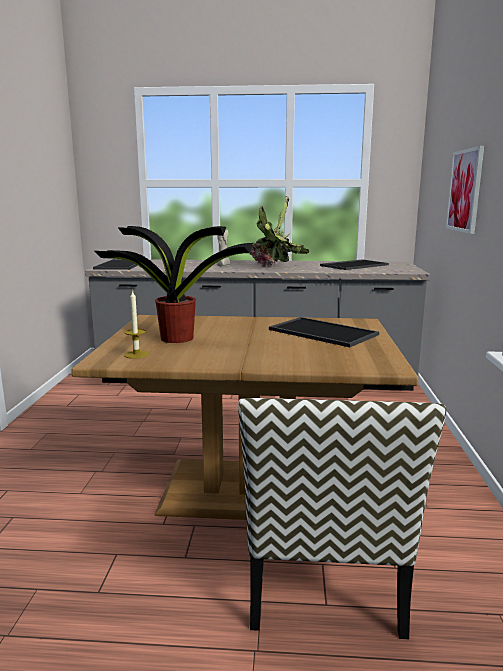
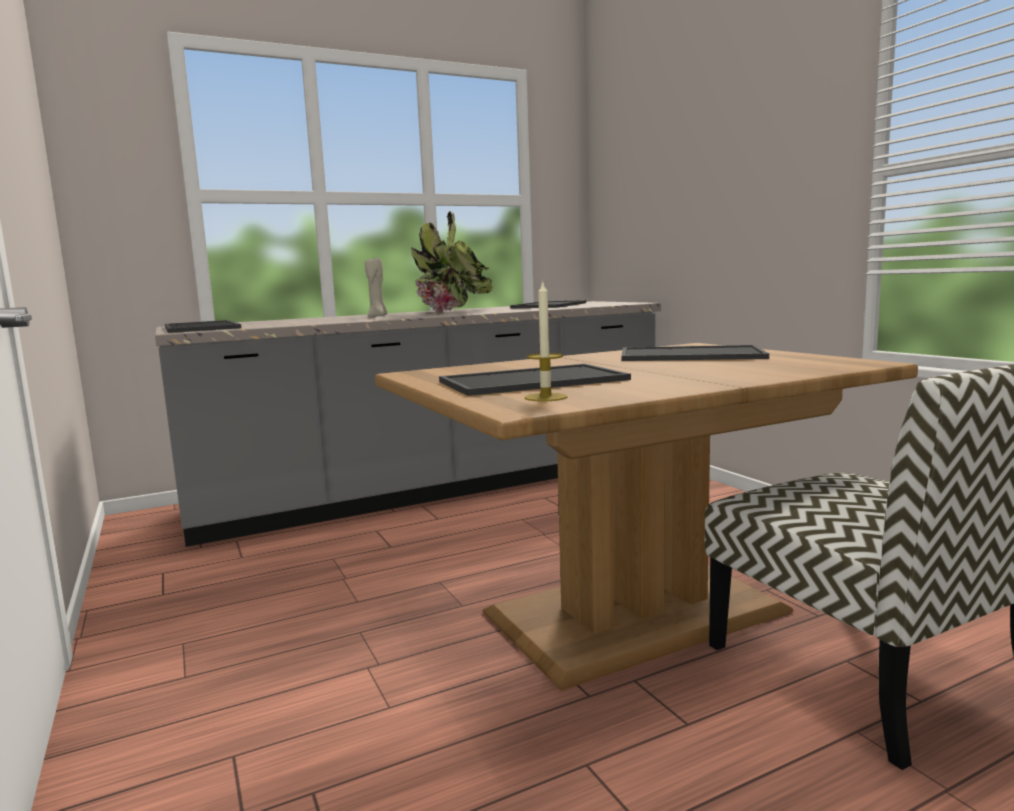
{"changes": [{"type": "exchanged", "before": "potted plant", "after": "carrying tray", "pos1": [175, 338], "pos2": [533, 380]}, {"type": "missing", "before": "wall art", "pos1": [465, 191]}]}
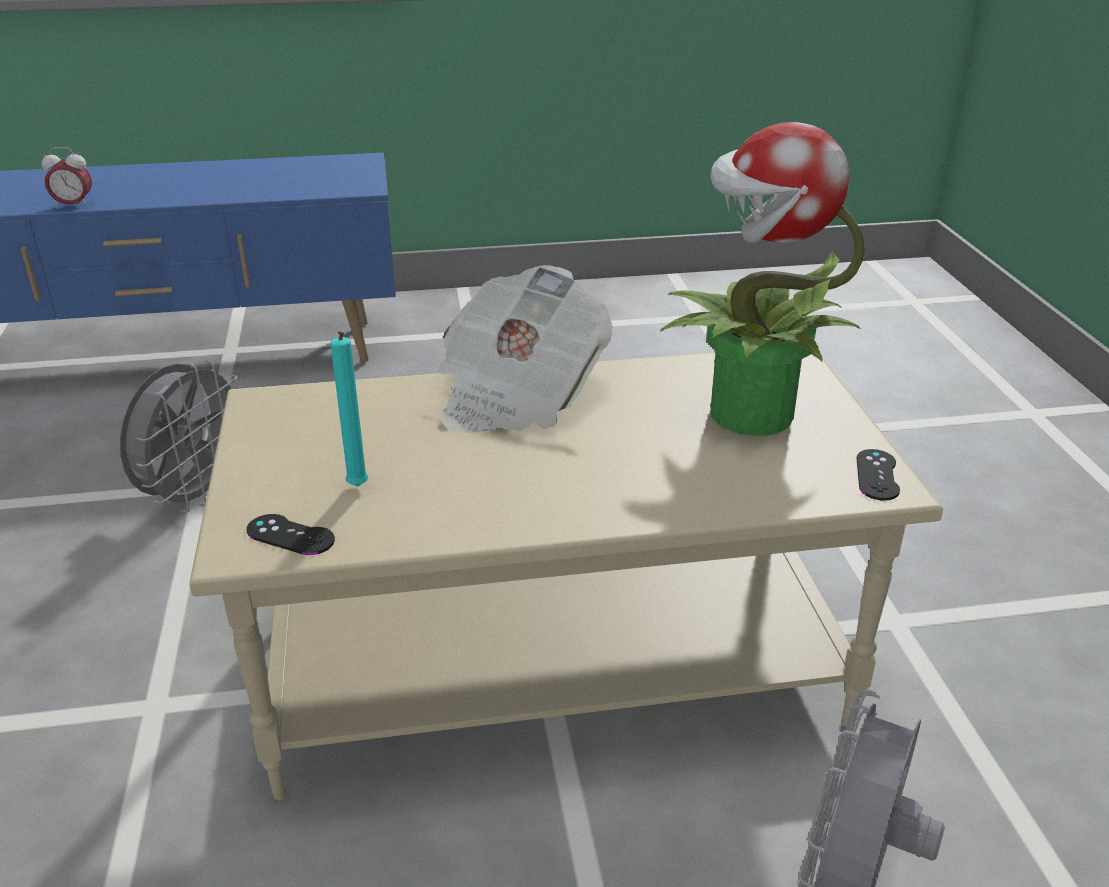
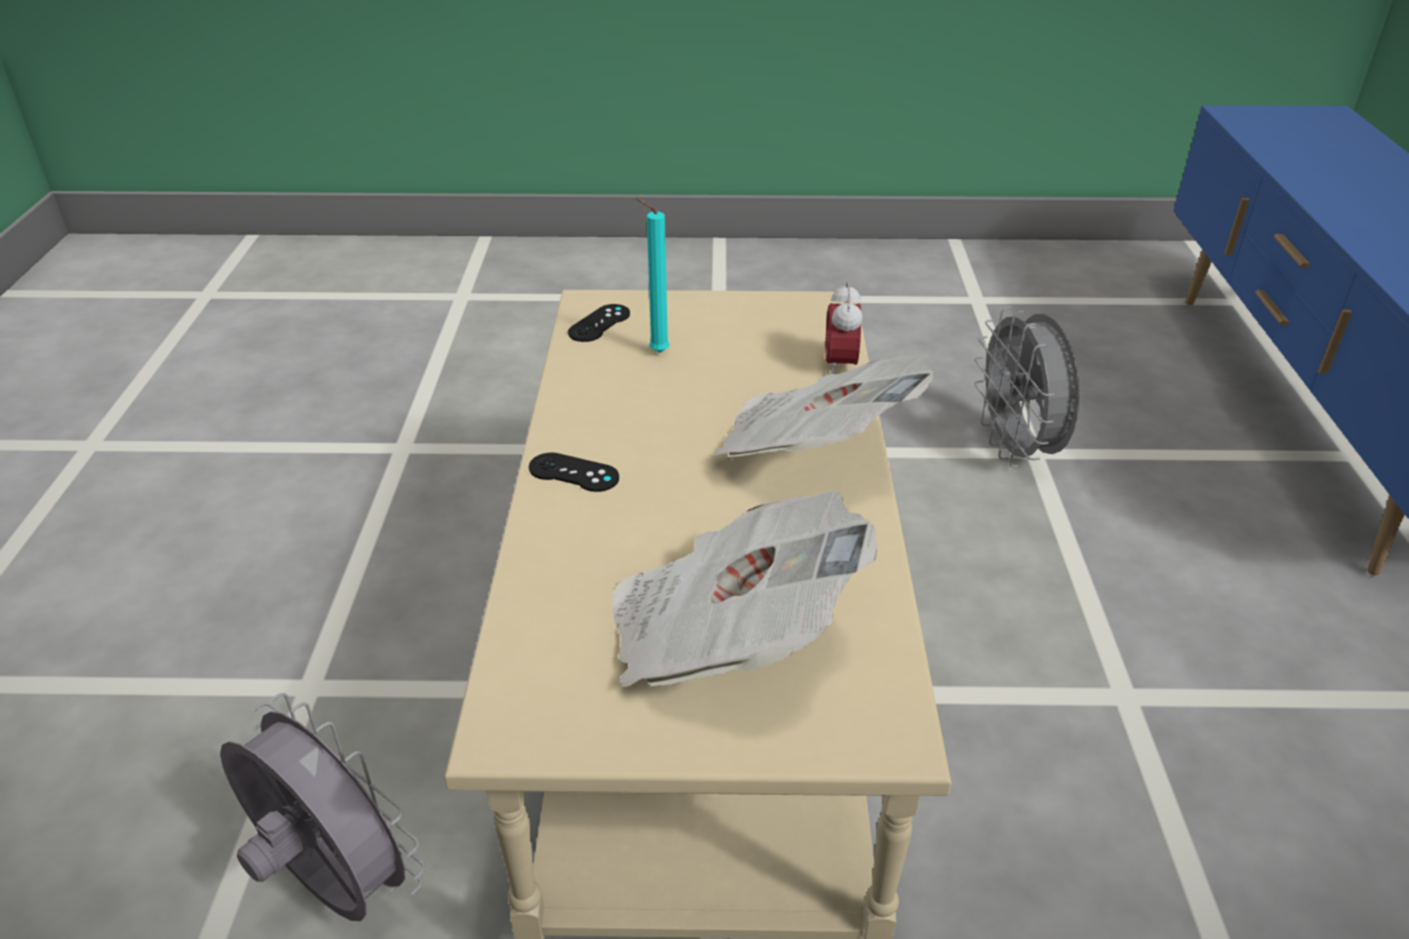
{"changes": [{"type": "relocated", "before": "alarm clock", "pos1": [74, 206], "pos2": [840, 366]}, {"type": "spun", "before": "electric fan in grey", "pos1": [195, 495], "pos2": [1017, 450], "turn": 45}, {"type": "exchanged", "before": "potted plant", "after": "printed paper", "pos1": [747, 414], "pos2": [727, 636]}, {"type": "relocated", "before": "joypad in black-coloured", "pos1": [877, 475], "pos2": [573, 473]}]}
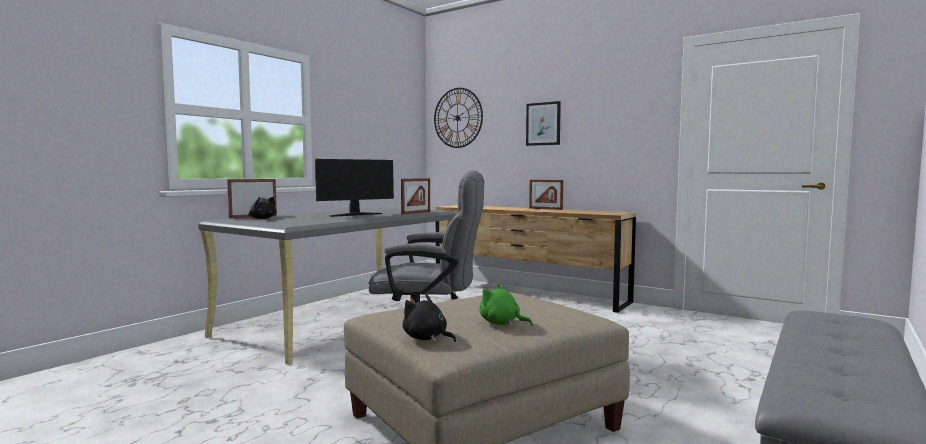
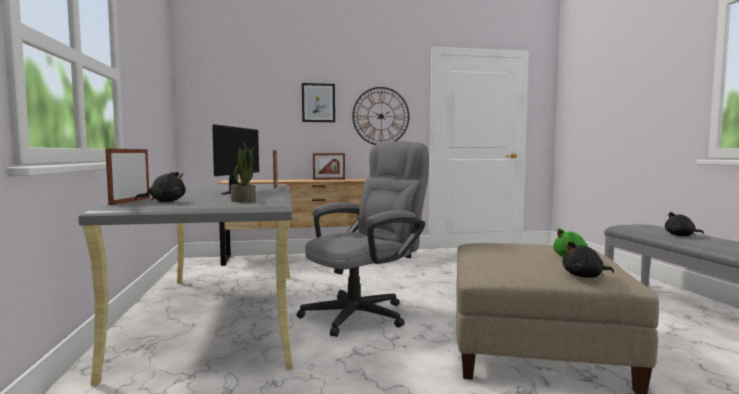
{"changes": [{"type": "relocated", "before": "hanging clock", "pos1": [457, 118], "pos2": [381, 116]}, {"type": "appeared", "after": "potted plant", "pos2": [244, 201]}, {"type": "appeared", "after": "cuddly toy in black-coloured", "pos2": [681, 236]}]}
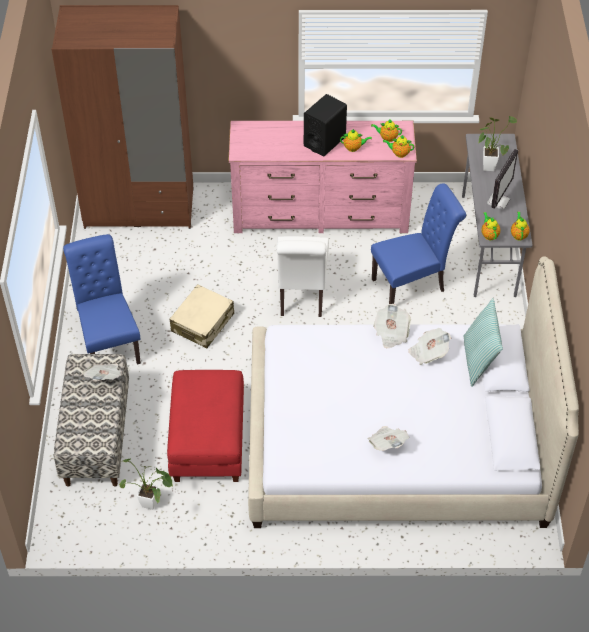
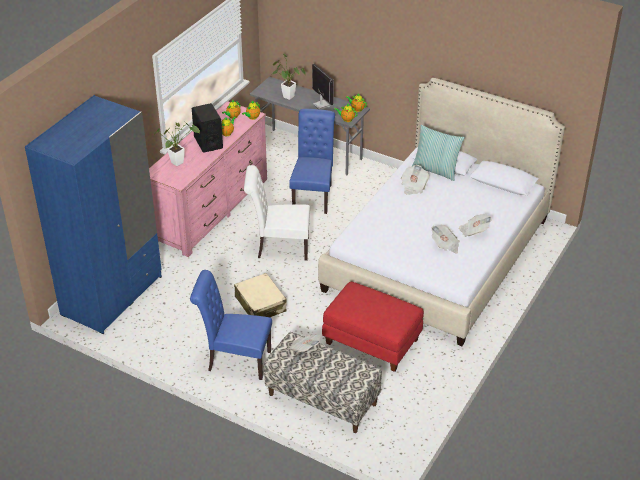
{"changes": [{"type": "colour", "before": "armoire in brown-coloured", "after": "armoire in blue", "pos1": [139, 207], "pos2": [112, 295]}, {"type": "relocated", "before": "potted plant", "pos1": [153, 505], "pos2": [179, 161]}, {"type": "spun", "before": "plain chair in whitish", "pos1": [301, 296], "pos2": [279, 248], "turn": 150}, {"type": "relocated", "before": "printed paper", "pos1": [391, 333], "pos2": [445, 245]}]}
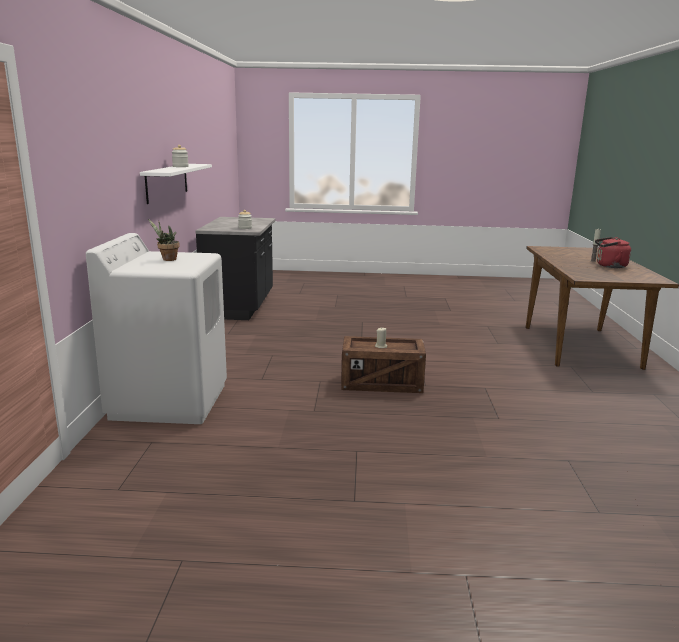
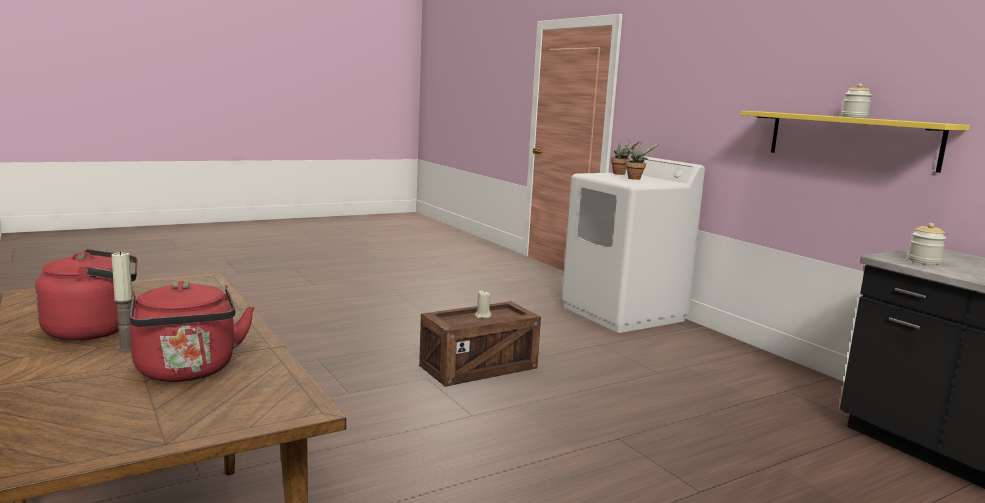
{"changes": [{"type": "colour", "before": "shelf in whitish", "after": "shelf in yellowish", "pos1": [167, 182], "pos2": [850, 139]}, {"type": "appeared", "after": "kettle in red", "pos2": [187, 372]}, {"type": "appeared", "after": "potted plant", "pos2": [621, 174]}]}
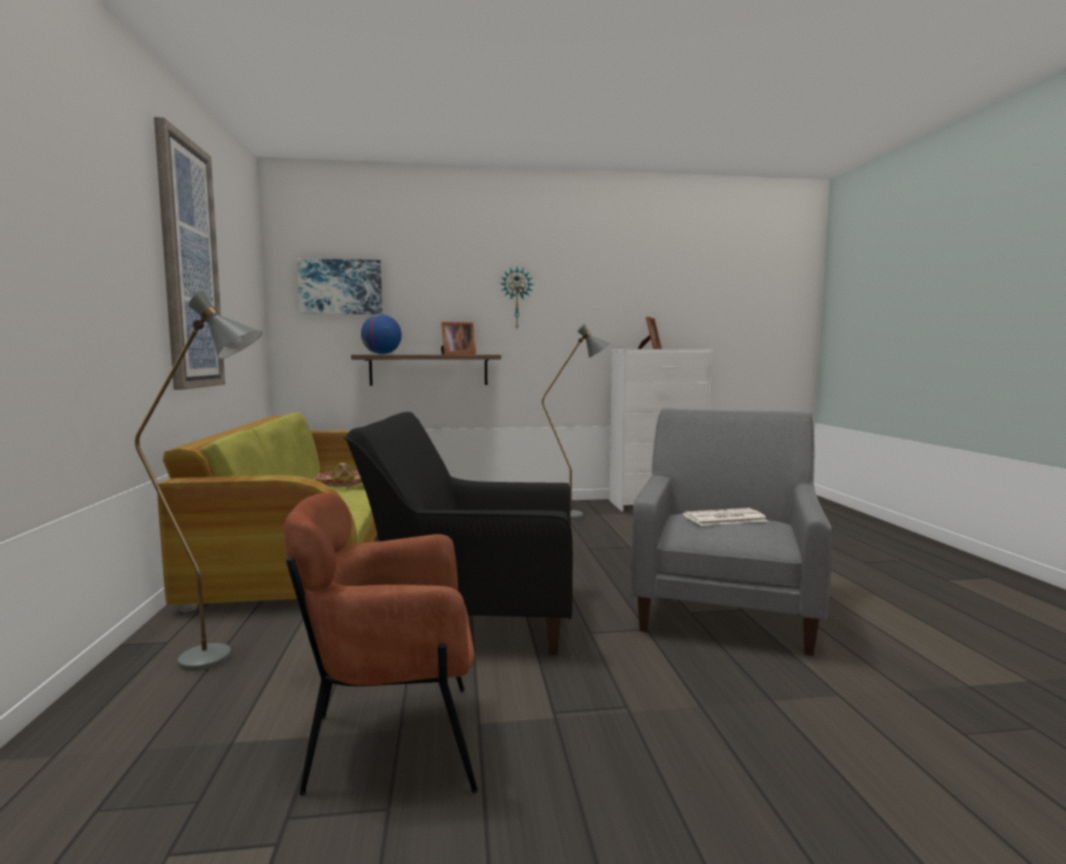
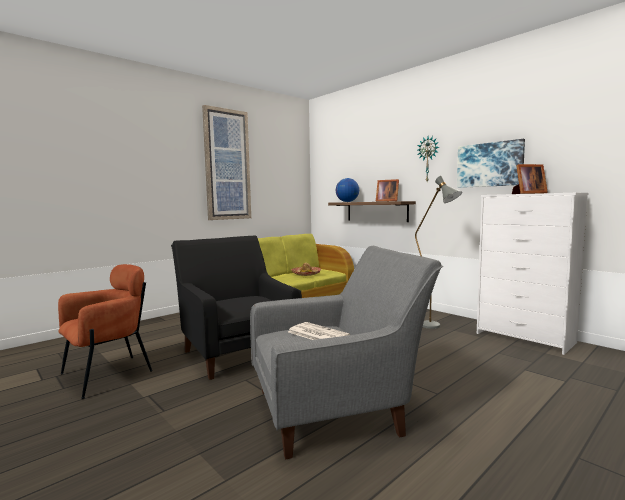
{"changes": [{"type": "missing", "before": "standing lamp in grey", "pos1": [223, 658]}, {"type": "spun", "before": "armchair in brown-coloured", "pos1": [392, 743], "pos2": [108, 374], "turn": 90}, {"type": "relocated", "before": "wall art", "pos1": [341, 287], "pos2": [489, 165]}]}
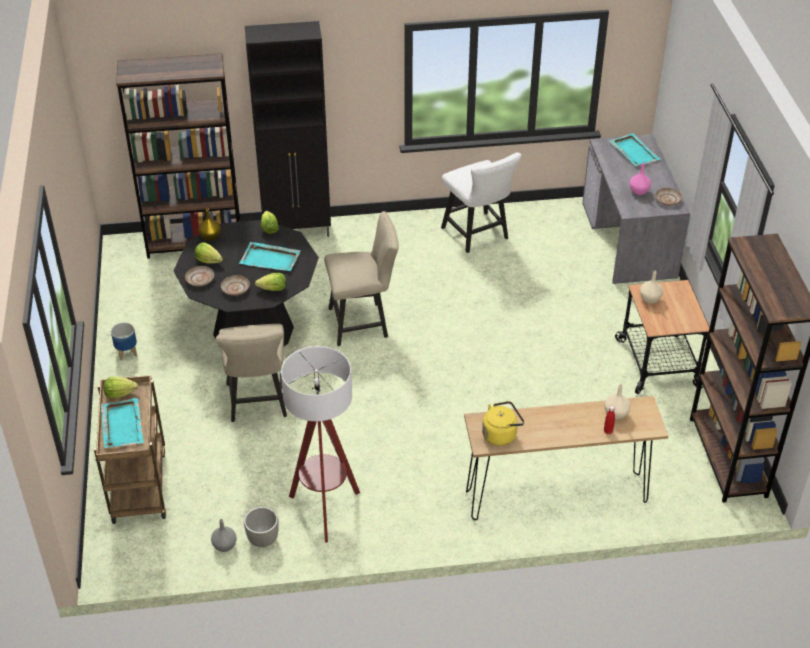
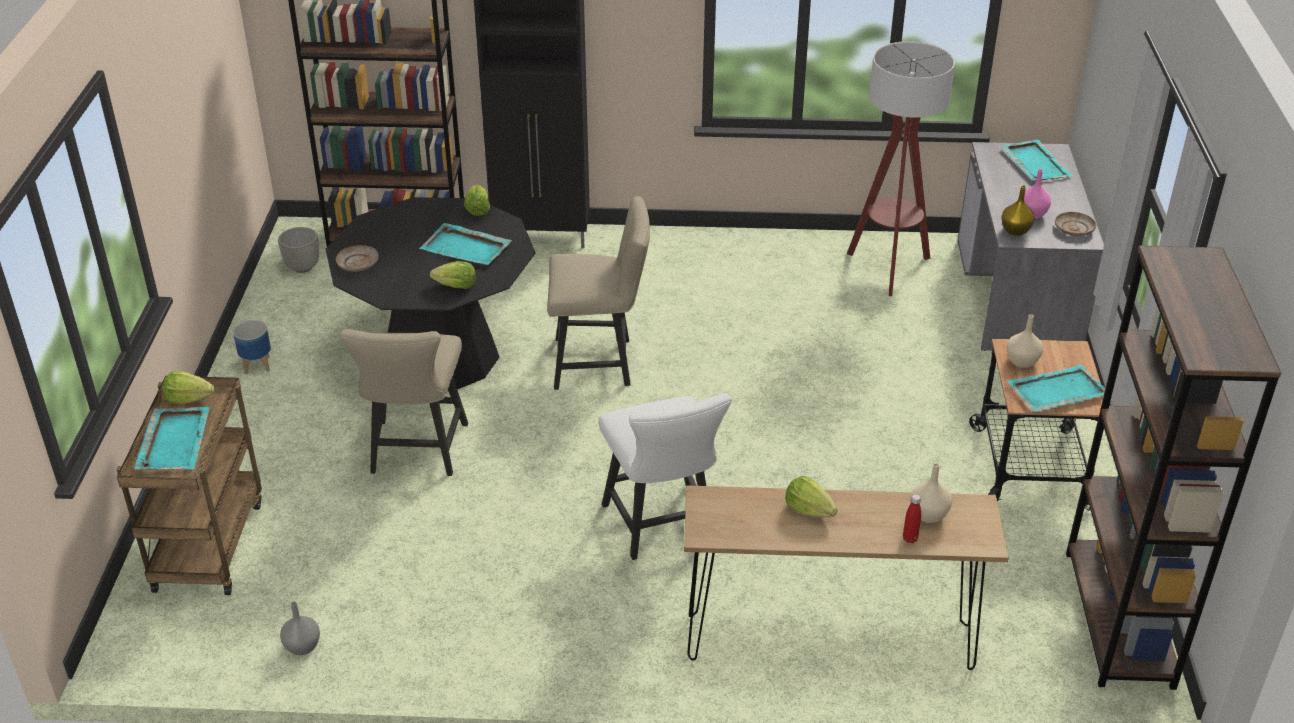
{"changes": [{"type": "relocated", "before": "lettuce head", "pos1": [208, 260], "pos2": [809, 510]}, {"type": "relocated", "before": "flower vase in yellowish", "pos1": [210, 237], "pos2": [1015, 230]}, {"type": "missing", "before": "plate in beige-coloured", "pos1": [235, 289]}, {"type": "relocated", "before": "plant pot in grey", "pos1": [263, 540], "pos2": [303, 267]}, {"type": "relocated", "before": "standing lamp", "pos1": [325, 509], "pos2": [889, 268]}, {"type": "relocated", "before": "plain chair in whitish", "pos1": [478, 235], "pos2": [662, 528]}, {"type": "missing", "before": "kettle in yellowish", "pos1": [501, 434]}, {"type": "appeared", "after": "carrying tray in blue-green", "pos2": [1056, 391]}]}
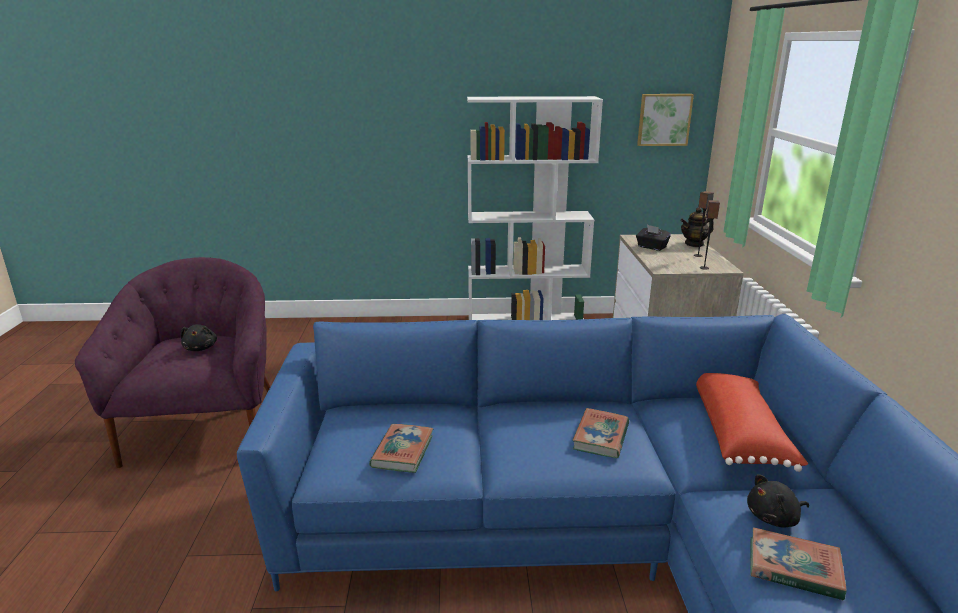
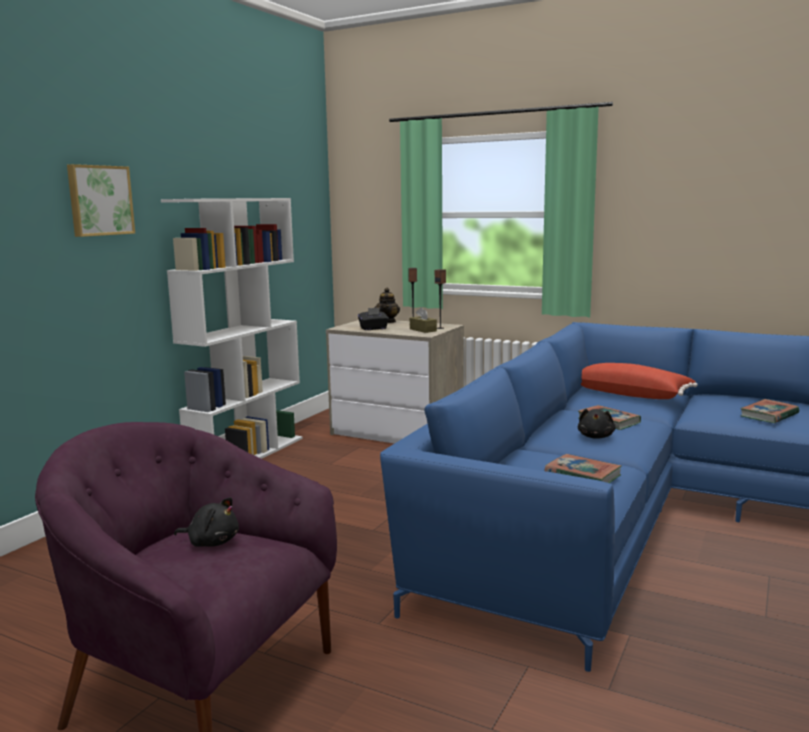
{"changes": [{"type": "relocated", "before": "wall art", "pos1": [664, 119], "pos2": [99, 200]}, {"type": "relocated", "before": "cuddly toy in black-coloured", "pos1": [774, 518], "pos2": [596, 437]}, {"type": "appeared", "after": "box of tissues in brown-coloured", "pos2": [423, 330]}]}
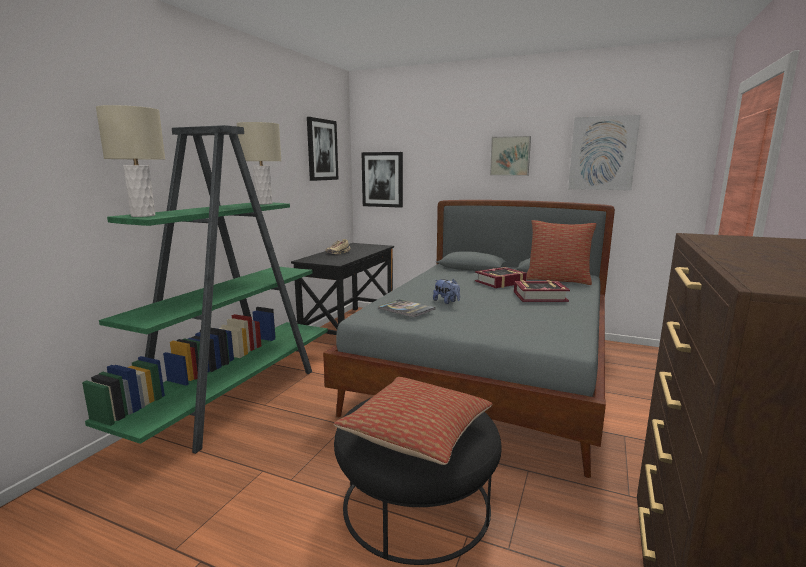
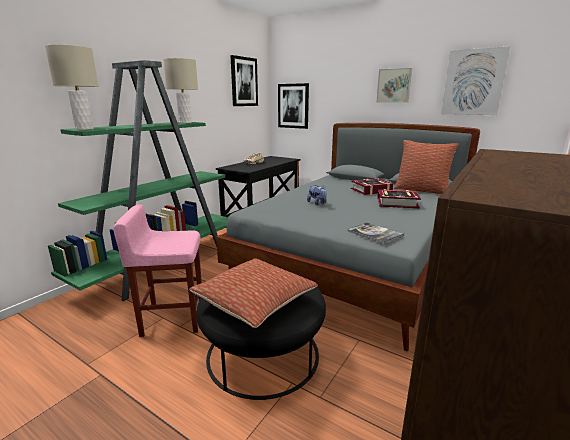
{"changes": [{"type": "relocated", "before": "volume", "pos1": [406, 309], "pos2": [375, 233]}, {"type": "appeared", "after": "sitting stool in pinkish", "pos2": [172, 318]}]}
